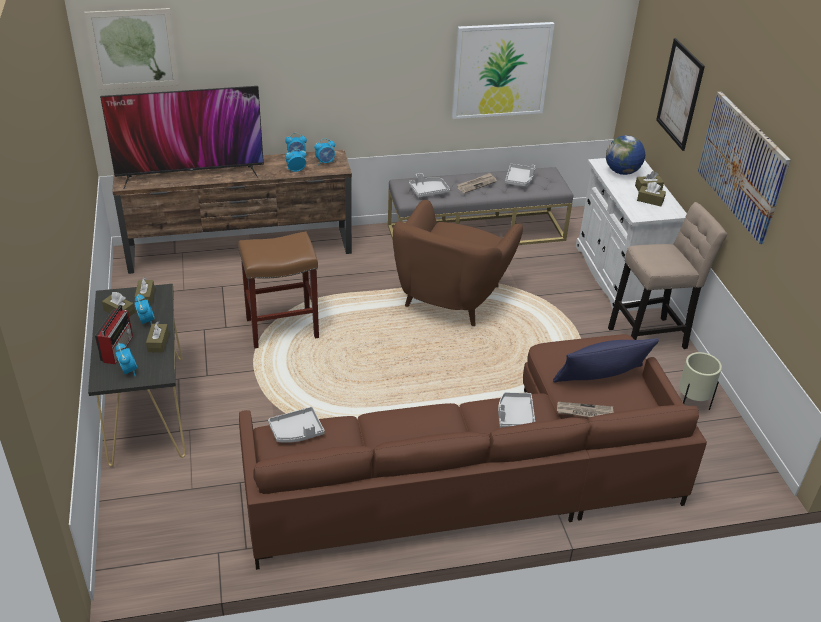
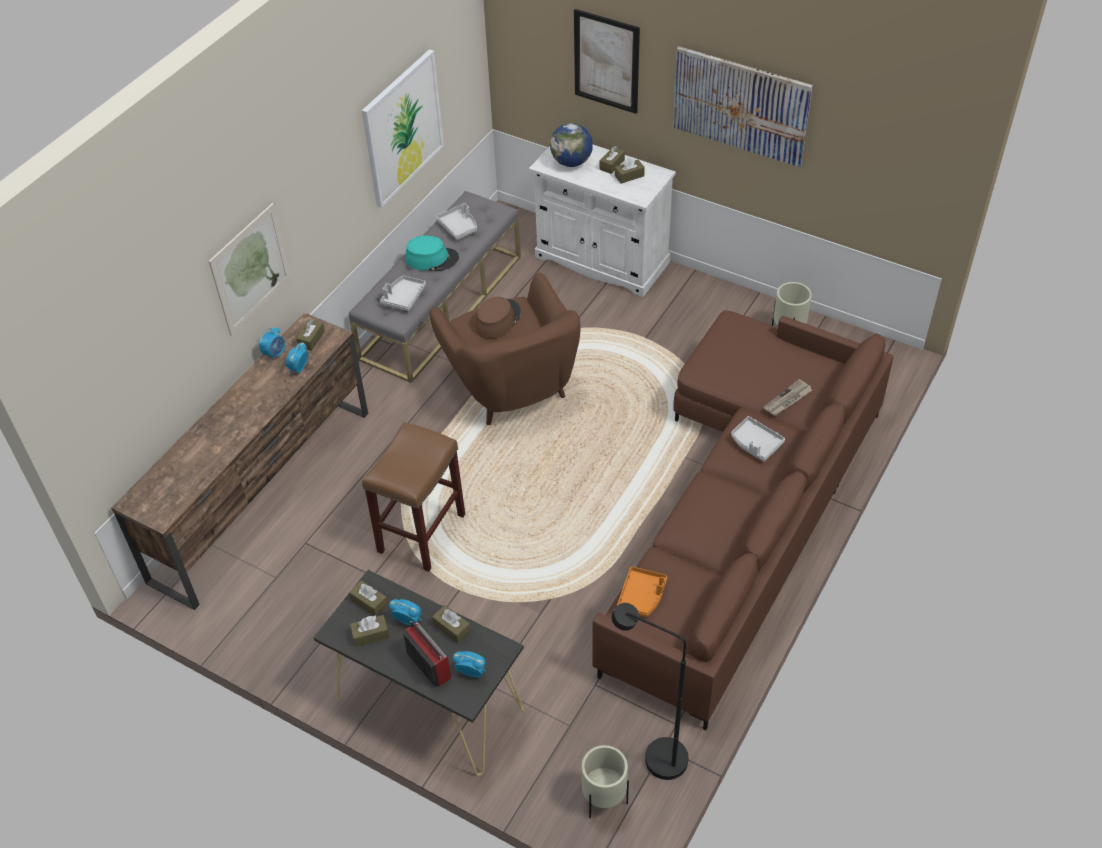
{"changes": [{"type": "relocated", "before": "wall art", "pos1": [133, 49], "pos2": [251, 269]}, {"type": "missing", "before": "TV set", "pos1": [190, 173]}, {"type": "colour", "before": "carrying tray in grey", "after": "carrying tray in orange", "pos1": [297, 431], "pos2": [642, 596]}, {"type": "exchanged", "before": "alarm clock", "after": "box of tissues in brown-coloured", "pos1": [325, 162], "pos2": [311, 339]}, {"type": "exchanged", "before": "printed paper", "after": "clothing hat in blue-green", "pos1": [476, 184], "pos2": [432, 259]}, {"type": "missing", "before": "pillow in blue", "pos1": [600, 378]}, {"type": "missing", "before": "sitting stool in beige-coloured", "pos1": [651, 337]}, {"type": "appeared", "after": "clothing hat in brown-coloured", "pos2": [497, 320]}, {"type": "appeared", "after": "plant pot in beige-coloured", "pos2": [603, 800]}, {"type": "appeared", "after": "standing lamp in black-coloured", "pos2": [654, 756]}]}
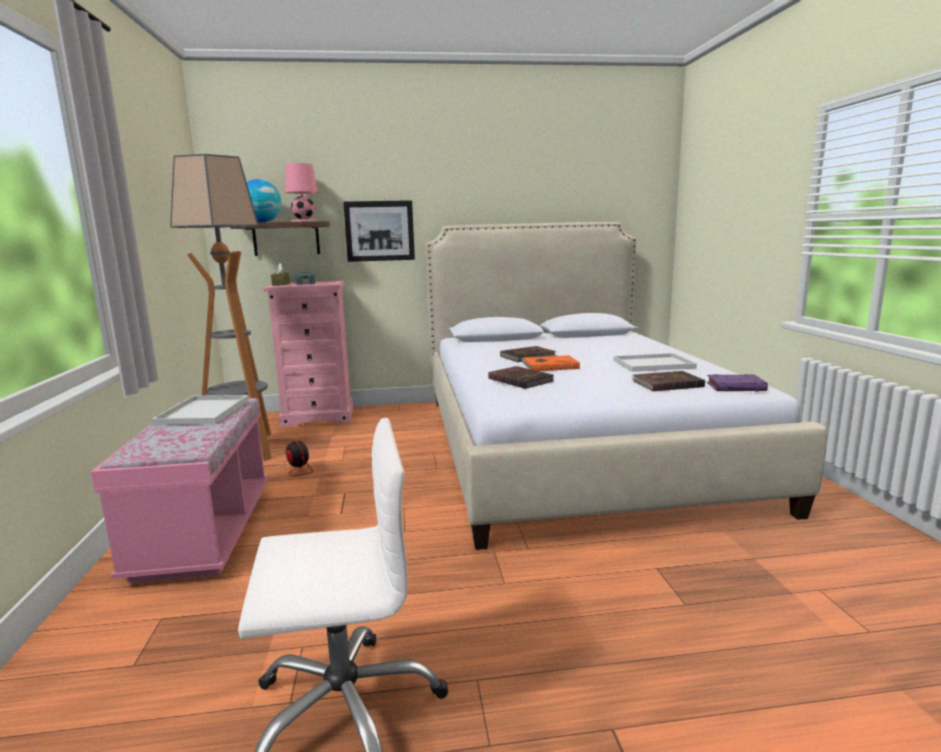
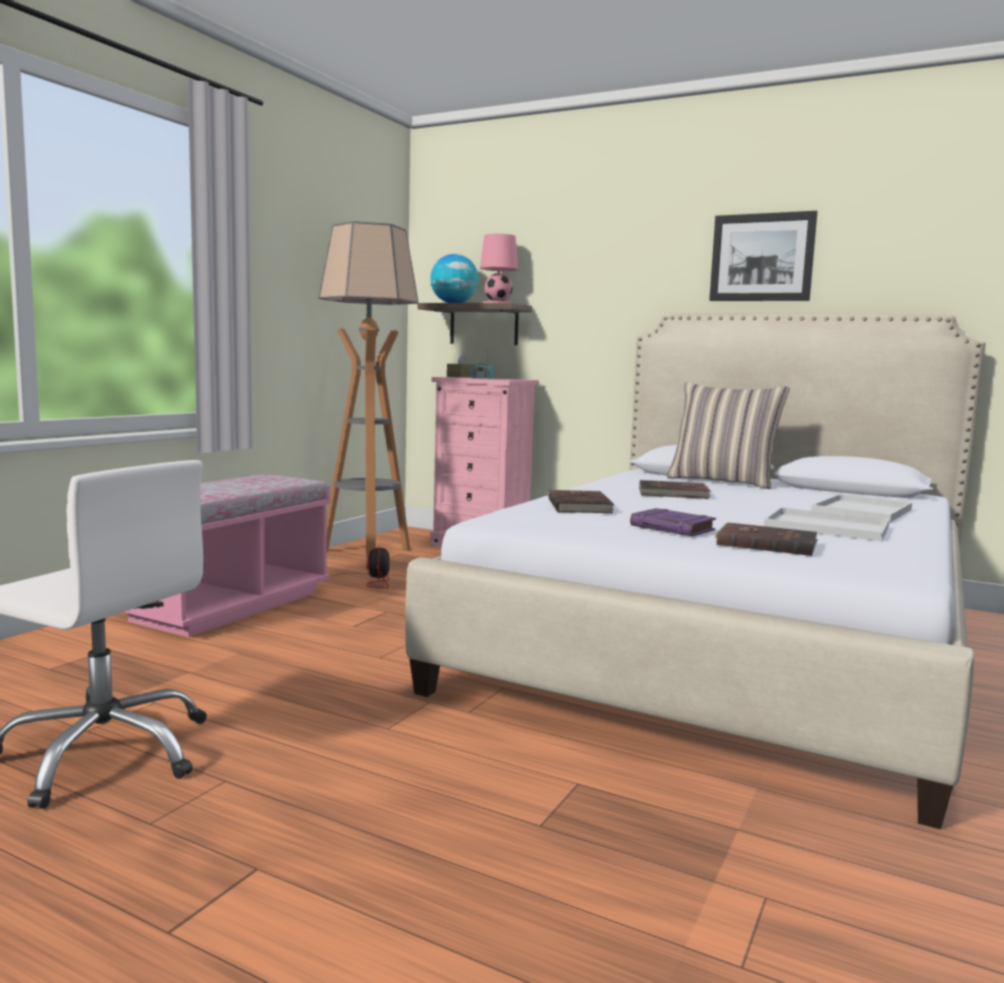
{"changes": [{"type": "relocated", "before": "carrying tray in whitish", "pos1": [203, 411], "pos2": [861, 510]}, {"type": "relocated", "before": "wall art", "pos1": [379, 231], "pos2": [762, 257]}, {"type": "missing", "before": "volume in orange", "pos1": [549, 366]}, {"type": "relocated", "before": "volume in purplish", "pos1": [736, 387], "pos2": [673, 528]}, {"type": "appeared", "after": "pillow", "pos2": [723, 481]}]}
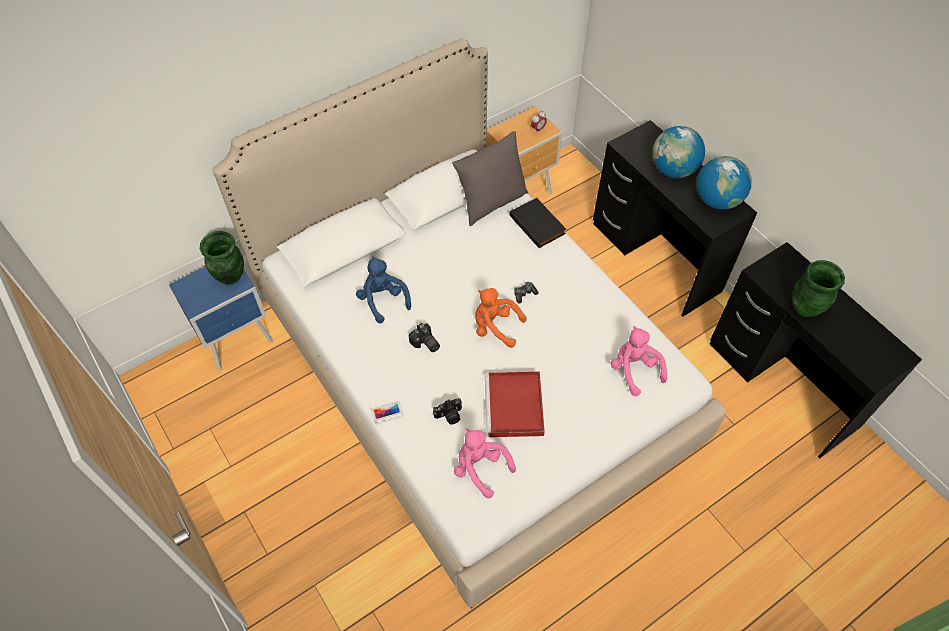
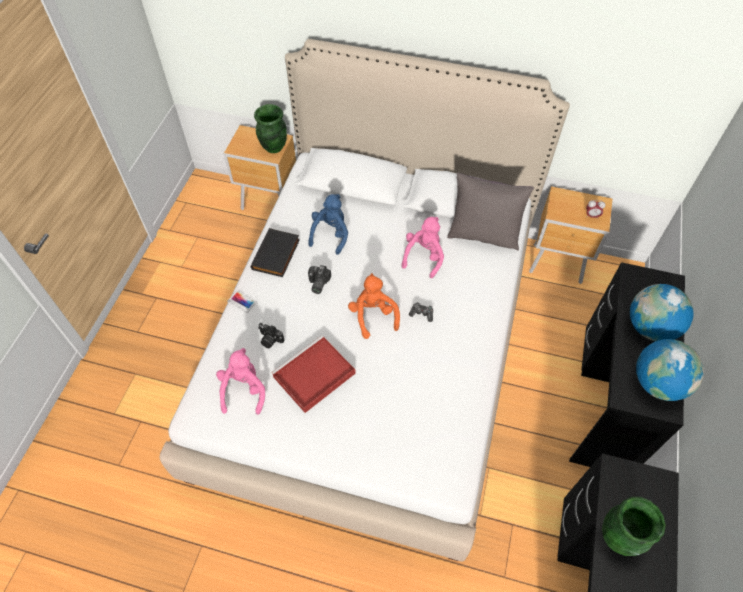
{"changes": [{"type": "colour", "before": "night table in blue", "after": "night table in brown-coloured", "pos1": [239, 341], "pos2": [270, 203]}, {"type": "relocated", "before": "volume in black-coloured", "pos1": [538, 224], "pos2": [277, 255]}, {"type": "relocated", "before": "cuddly toy in pinkish", "pos1": [634, 370], "pos2": [423, 257]}]}
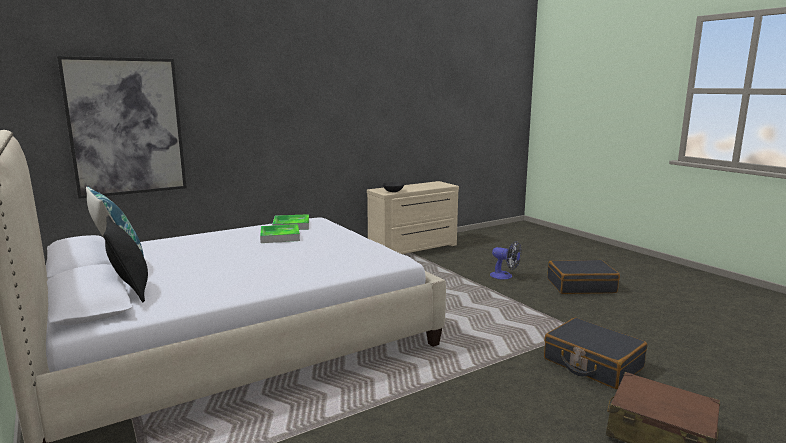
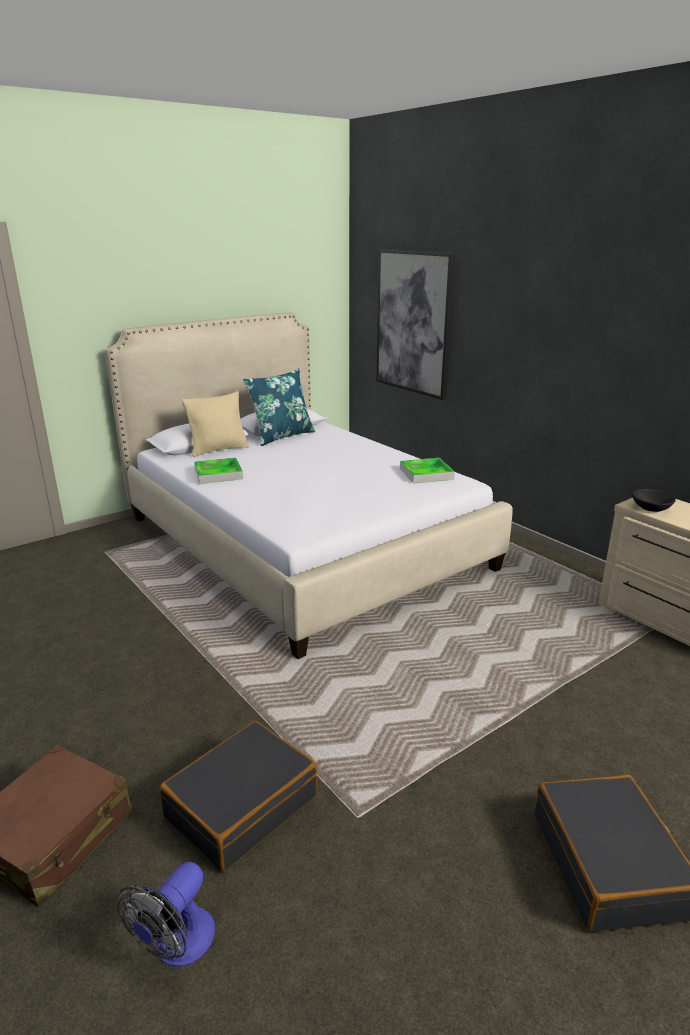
{"changes": [{"type": "colour", "before": "pillow in black-coloured", "after": "pillow in beige-coloured", "pos1": [131, 290], "pos2": [218, 450]}, {"type": "relocated", "before": "carrying tray", "pos1": [280, 236], "pos2": [218, 474]}, {"type": "relocated", "before": "electric fan", "pos1": [505, 276], "pos2": [176, 946]}]}
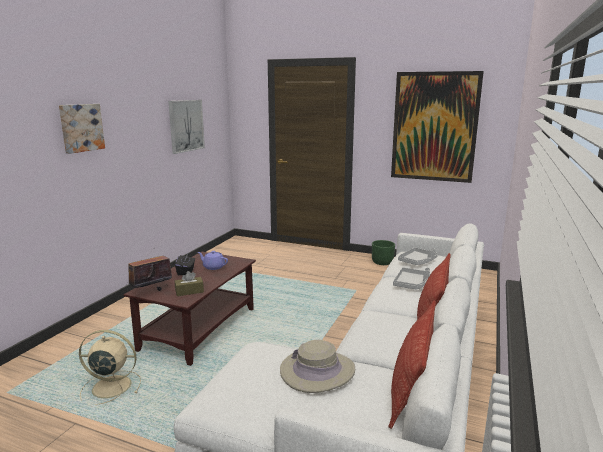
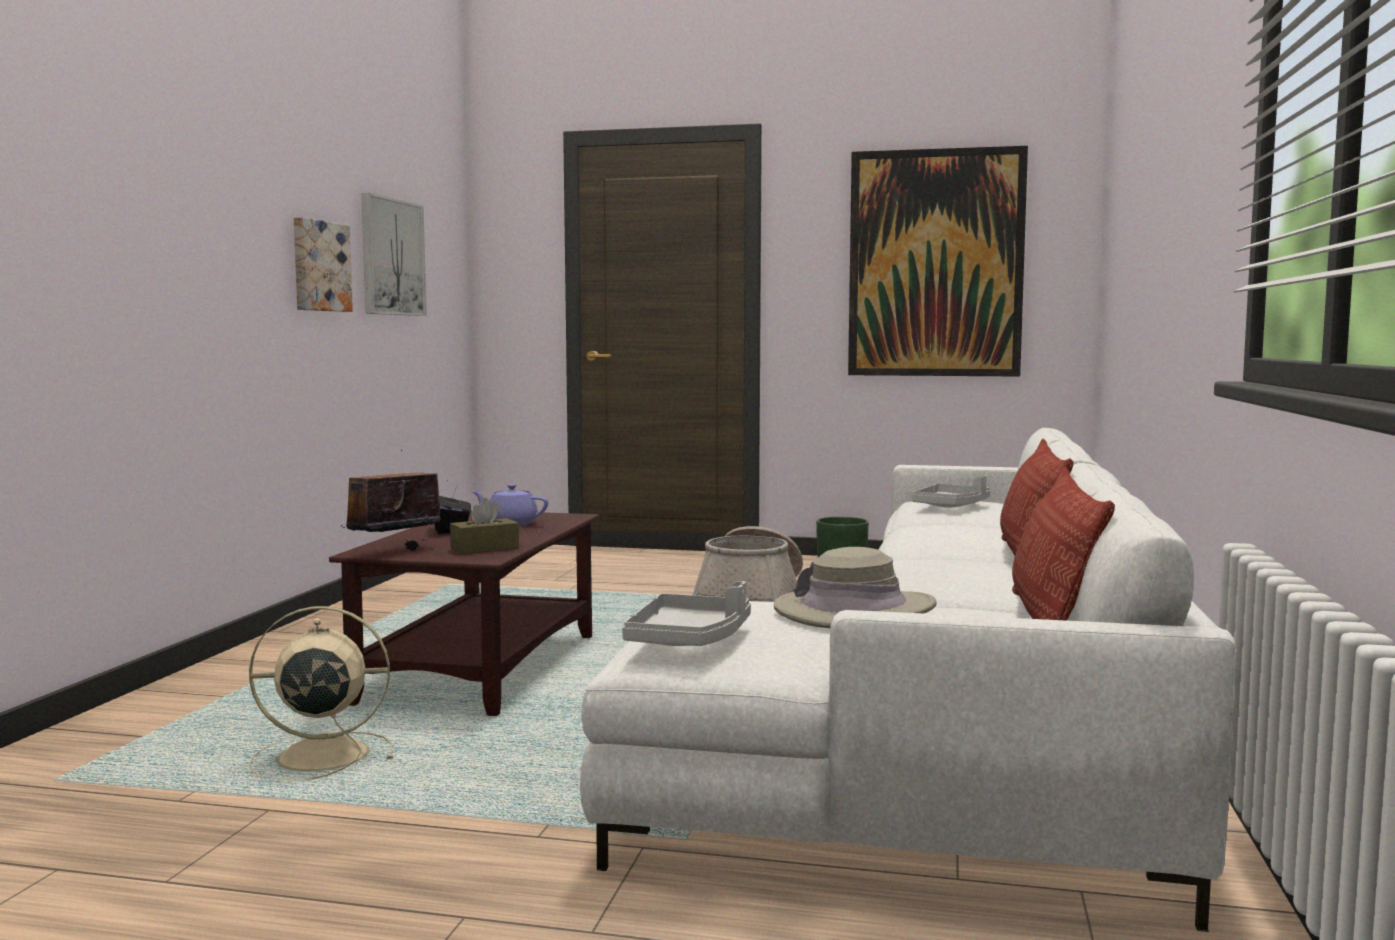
{"changes": [{"type": "relocated", "before": "wall art", "pos1": [81, 127], "pos2": [319, 266]}, {"type": "relocated", "before": "carrying tray in grey", "pos1": [411, 284], "pos2": [689, 639]}, {"type": "appeared", "after": "basket", "pos2": [751, 599]}]}
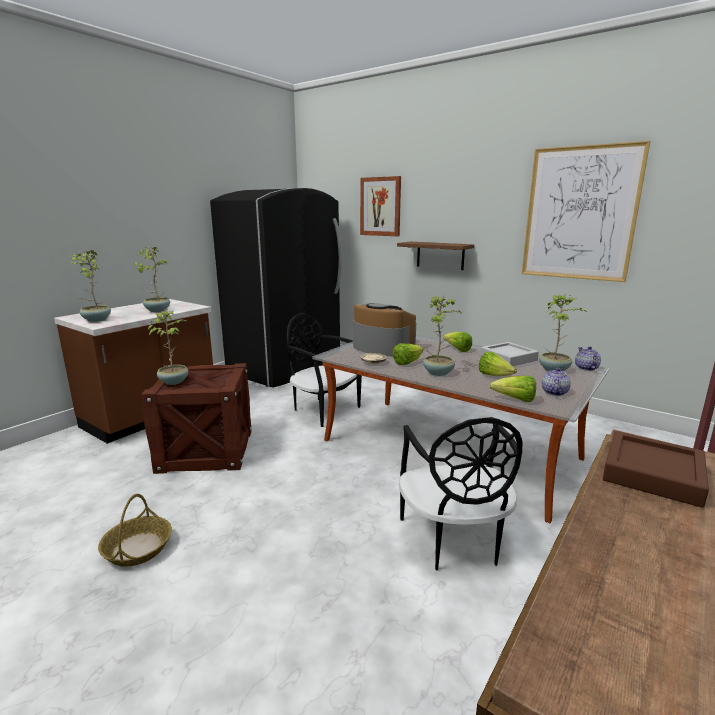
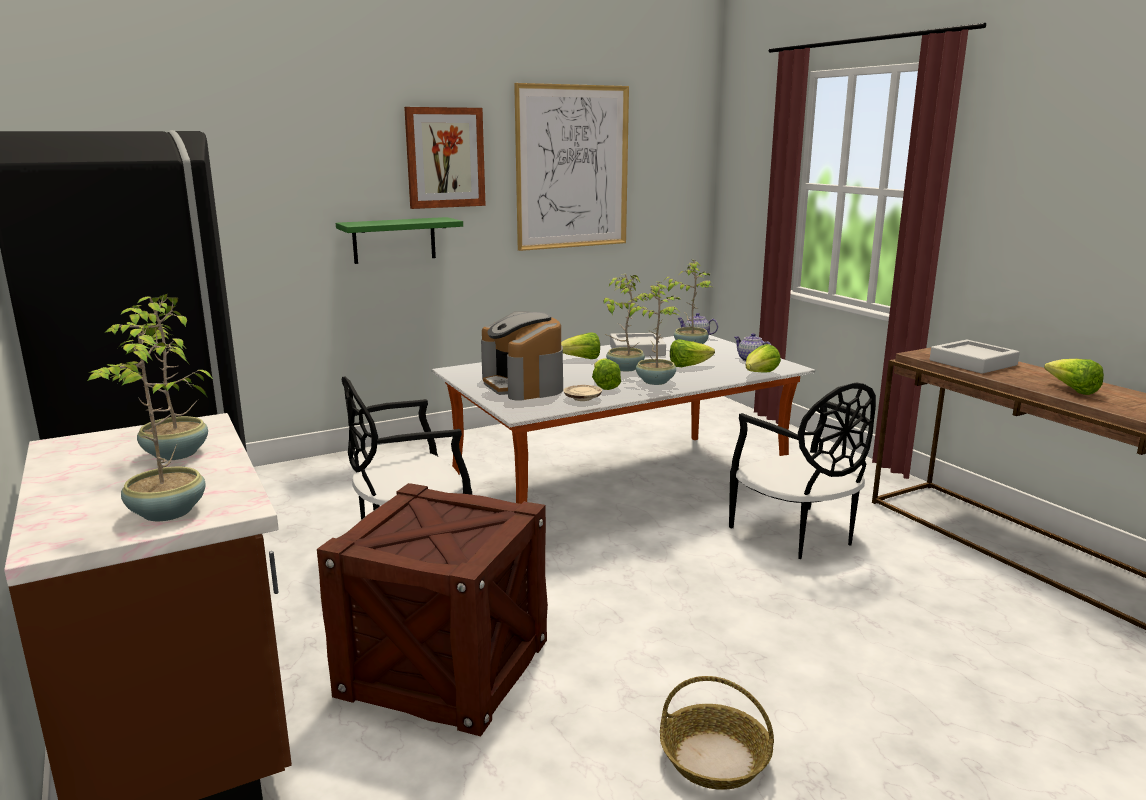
{"changes": [{"type": "relocated", "before": "potted plant", "pos1": [174, 381], "pos2": [624, 368]}, {"type": "spun", "before": "coffee machine", "pos1": [382, 347], "pos2": [524, 385], "turn": -90}, {"type": "relocated", "before": "wall art", "pos1": [380, 206], "pos2": [445, 158]}, {"type": "colour", "before": "shelf in brown-coloured", "after": "shelf in green-coloured", "pos1": [440, 255], "pos2": [394, 240]}, {"type": "spun", "before": "plain chair in black-coloured", "pos1": [454, 541], "pos2": [797, 534], "turn": 45}, {"type": "colour", "before": "carrying tray in brown-coloured", "after": "carrying tray in grey", "pos1": [652, 474], "pos2": [973, 363]}, {"type": "appeared", "after": "lettuce head", "pos2": [1072, 390]}]}
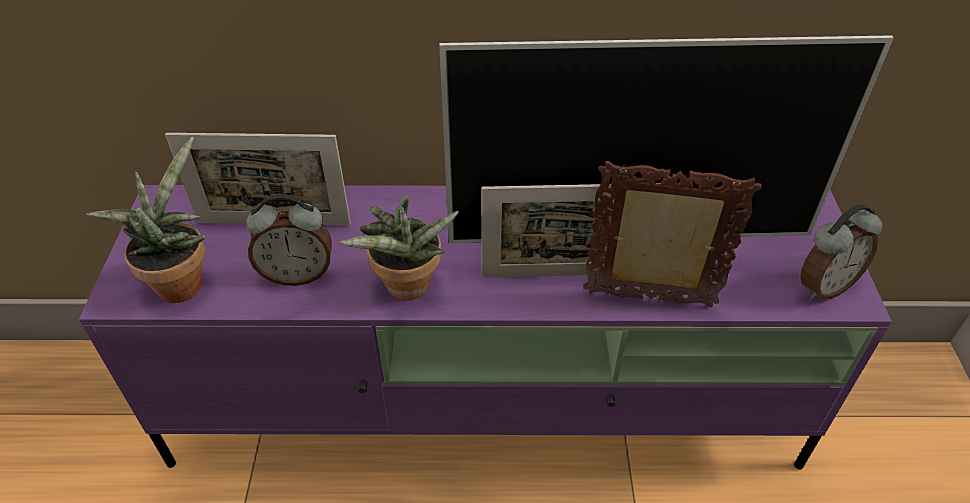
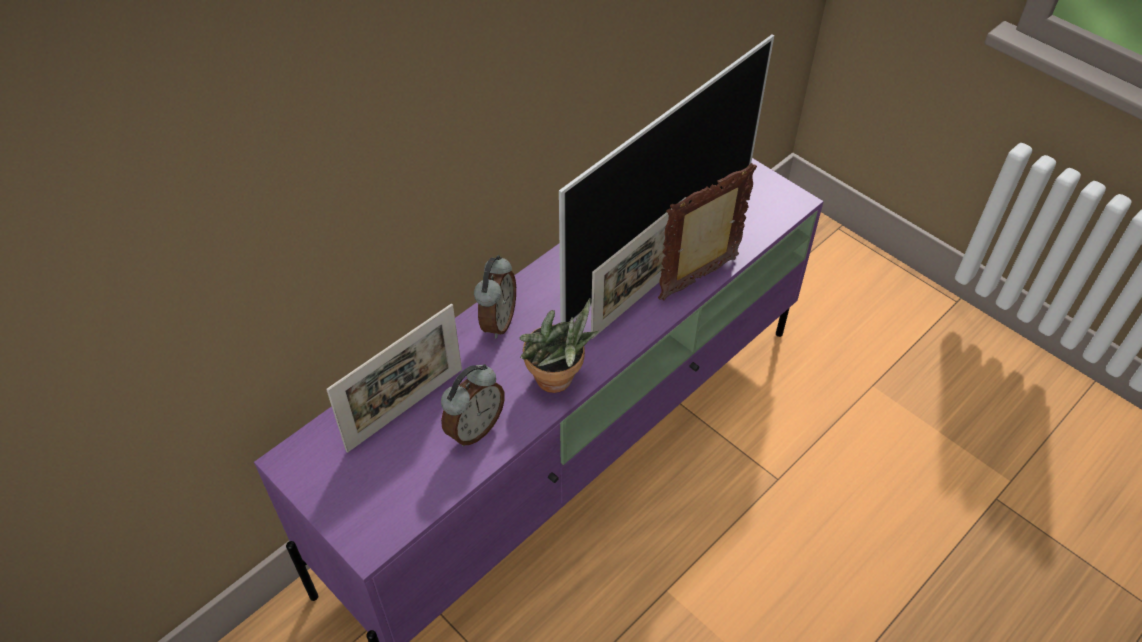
{"changes": [{"type": "missing", "before": "potted plant", "pos1": [181, 281]}, {"type": "relocated", "before": "alarm clock", "pos1": [824, 286], "pos2": [497, 321]}]}
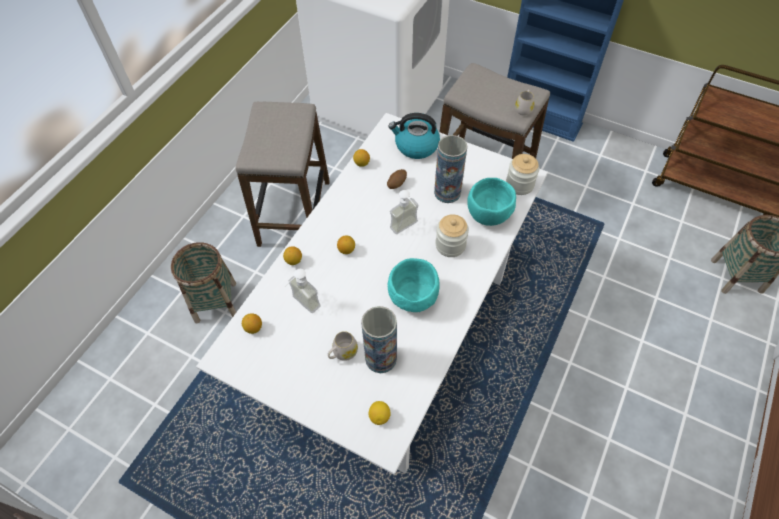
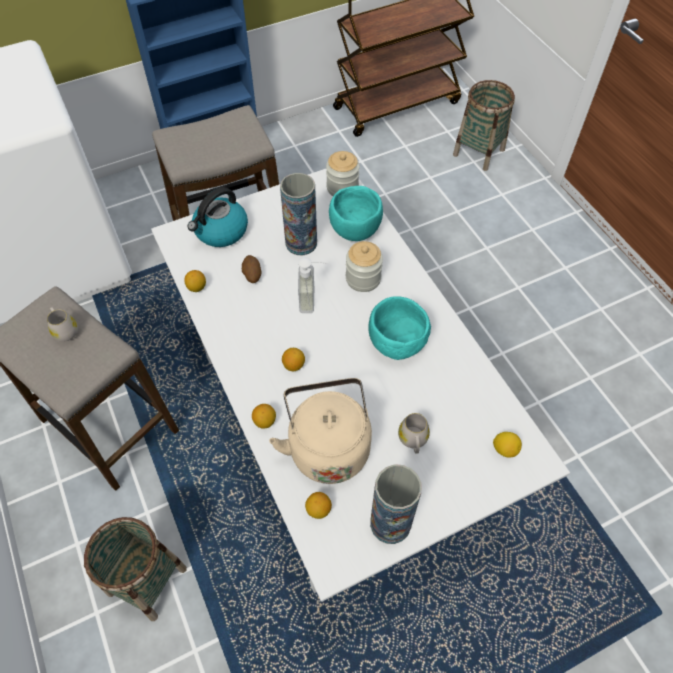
{"changes": [{"type": "exchanged", "before": "liquid soap bottle", "after": "kettle in beige-coloured", "pos1": [301, 305], "pos2": [327, 446]}, {"type": "relocated", "before": "flower vase", "pos1": [381, 358], "pos2": [390, 523]}, {"type": "relocated", "before": "coffee mug in whitish", "pos1": [523, 108], "pos2": [64, 330]}]}
